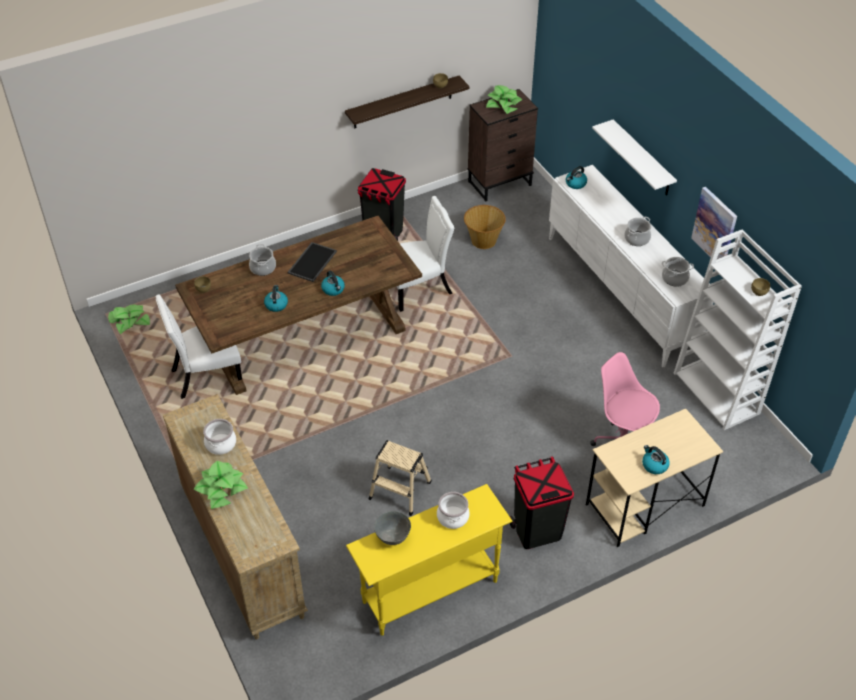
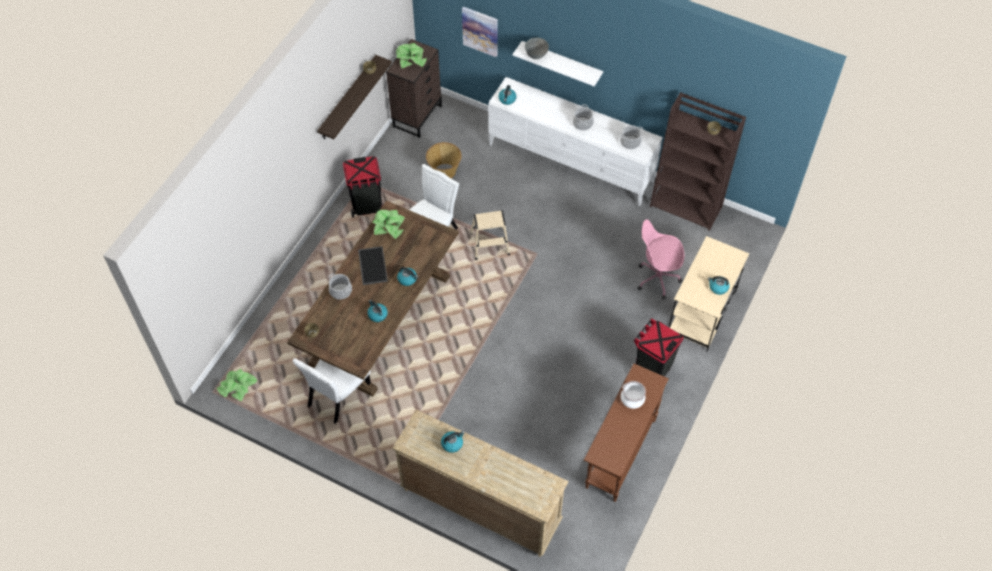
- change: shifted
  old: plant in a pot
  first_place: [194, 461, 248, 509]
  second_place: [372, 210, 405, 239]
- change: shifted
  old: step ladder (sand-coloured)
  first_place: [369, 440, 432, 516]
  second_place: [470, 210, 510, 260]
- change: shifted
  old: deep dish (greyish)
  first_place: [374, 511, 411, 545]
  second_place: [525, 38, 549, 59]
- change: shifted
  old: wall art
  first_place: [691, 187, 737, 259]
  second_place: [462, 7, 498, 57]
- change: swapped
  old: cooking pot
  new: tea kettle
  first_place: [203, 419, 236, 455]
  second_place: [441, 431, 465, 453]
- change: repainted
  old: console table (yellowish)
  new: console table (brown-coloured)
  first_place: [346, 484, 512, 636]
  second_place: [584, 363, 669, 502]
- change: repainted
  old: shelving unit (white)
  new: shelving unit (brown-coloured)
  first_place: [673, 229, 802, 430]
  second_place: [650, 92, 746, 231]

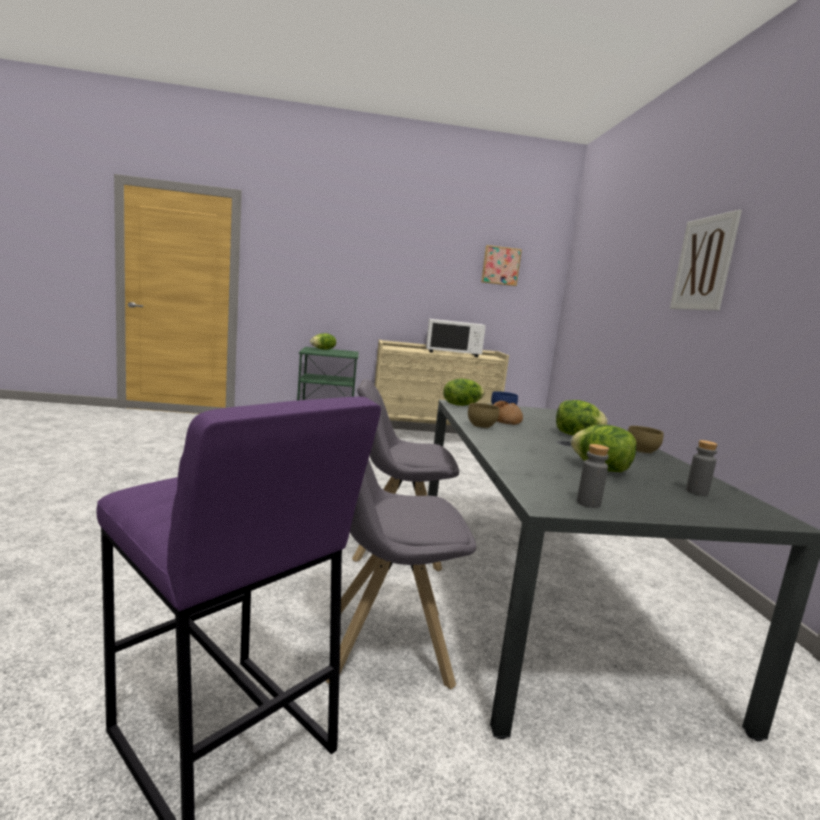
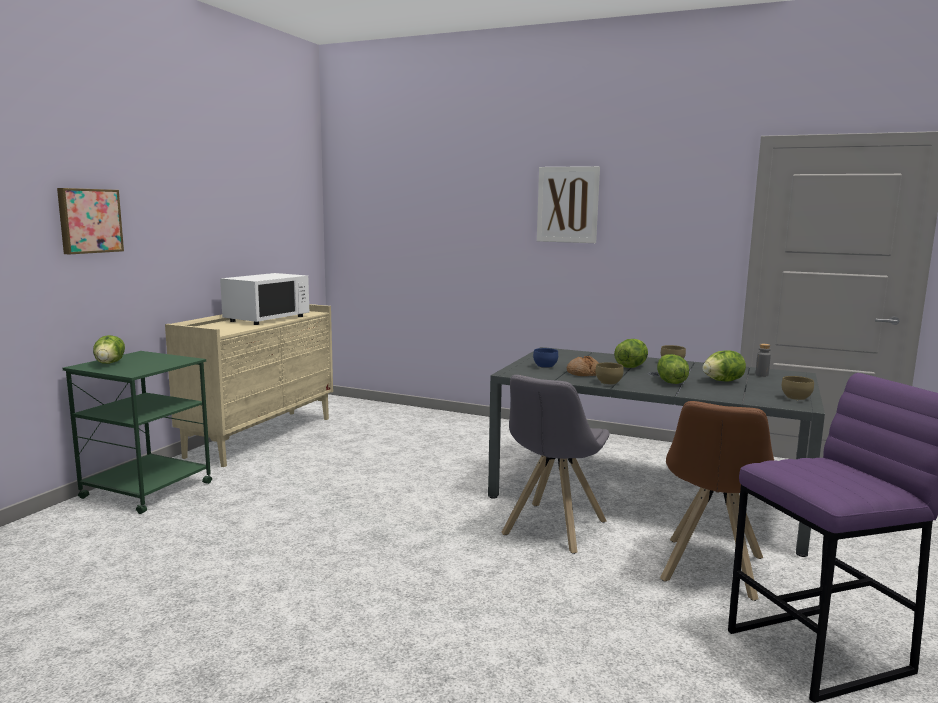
- change: shifted
  old: head of lettuce
  first_place: [443, 379, 485, 406]
  second_place: [657, 354, 689, 384]
- change: shifted
  old: wall art
  first_place: [481, 245, 522, 286]
  second_place: [57, 188, 124, 255]
- change: swapped
  old: bottle (greyish)
  new: deep dish (brown-coloured)
  first_place: [577, 444, 609, 508]
  second_place: [782, 376, 814, 400]
- change: repainted
  old: chair (greyish)
  new: chair (brown-coloured)
  first_place: [326, 459, 476, 690]
  second_place: [660, 401, 774, 601]

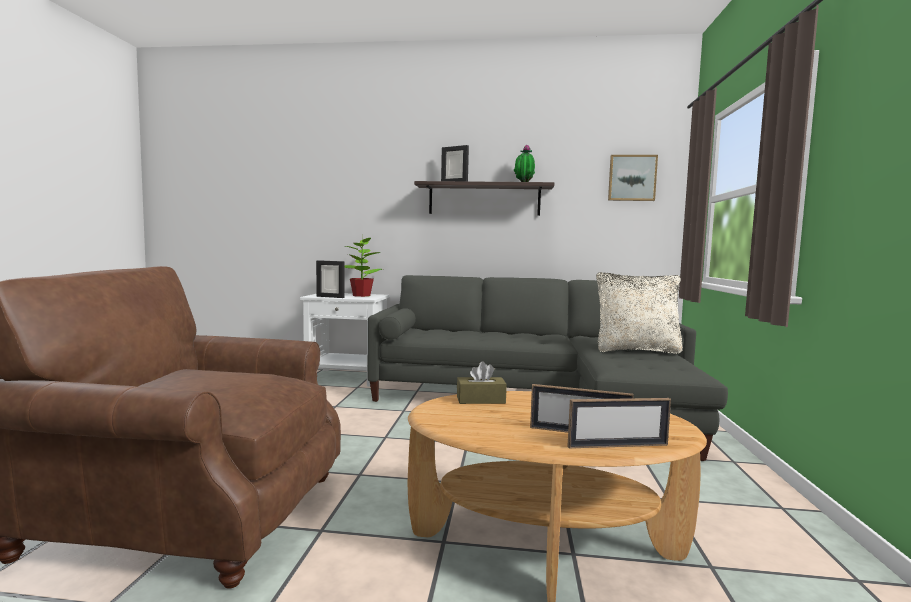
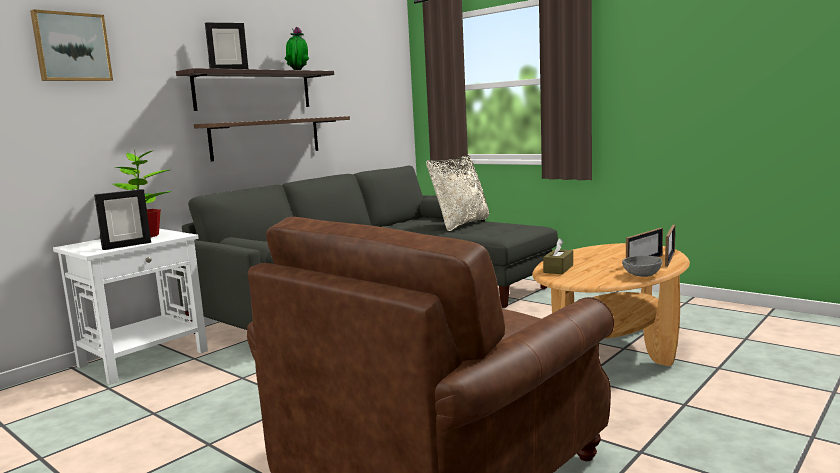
- change: new
  new: bracket shelf
  second_place: [194, 116, 350, 161]
- change: new
  new: deep dish (greyish)
  second_place: [622, 256, 662, 277]
- change: shifted
  old: wall art
  first_place: [608, 155, 658, 201]
  second_place: [30, 9, 113, 81]

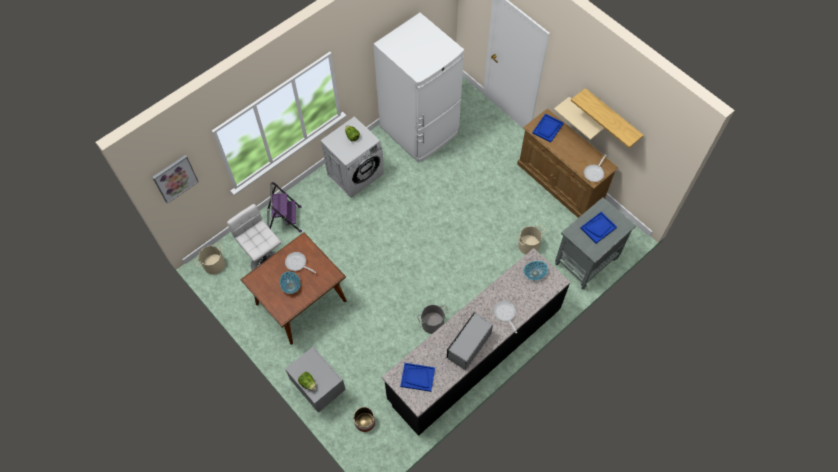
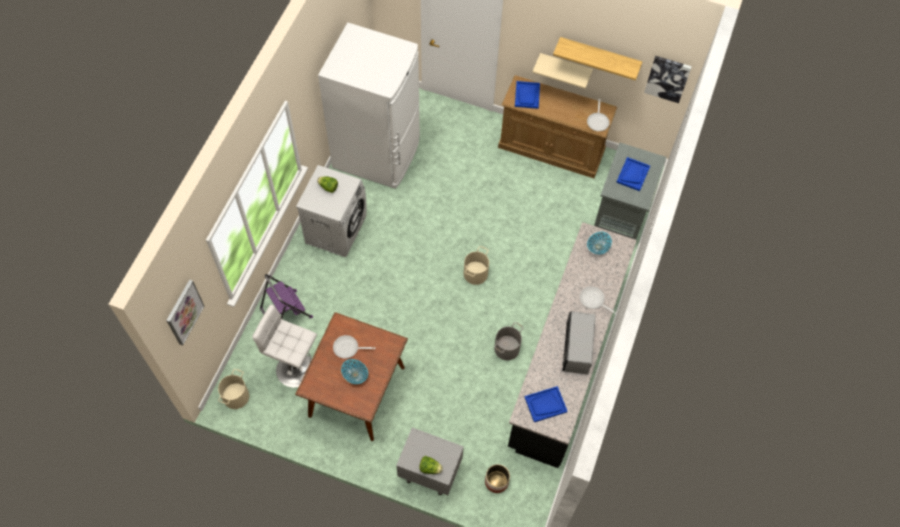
- change: new
  new: wall art
  second_place: [644, 56, 692, 103]
- change: shifted
  old: bucket (sand-coloured)
  first_place: [517, 224, 545, 254]
  second_place: [464, 246, 489, 285]

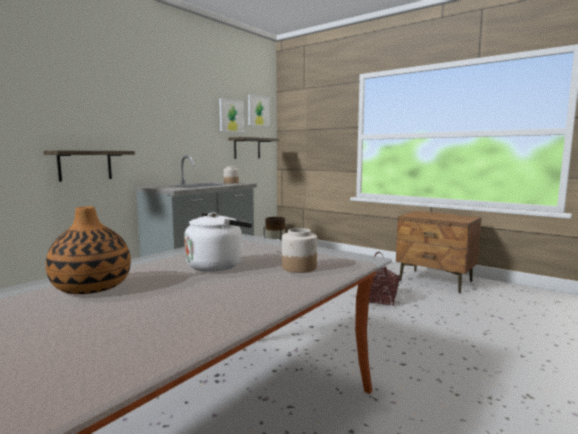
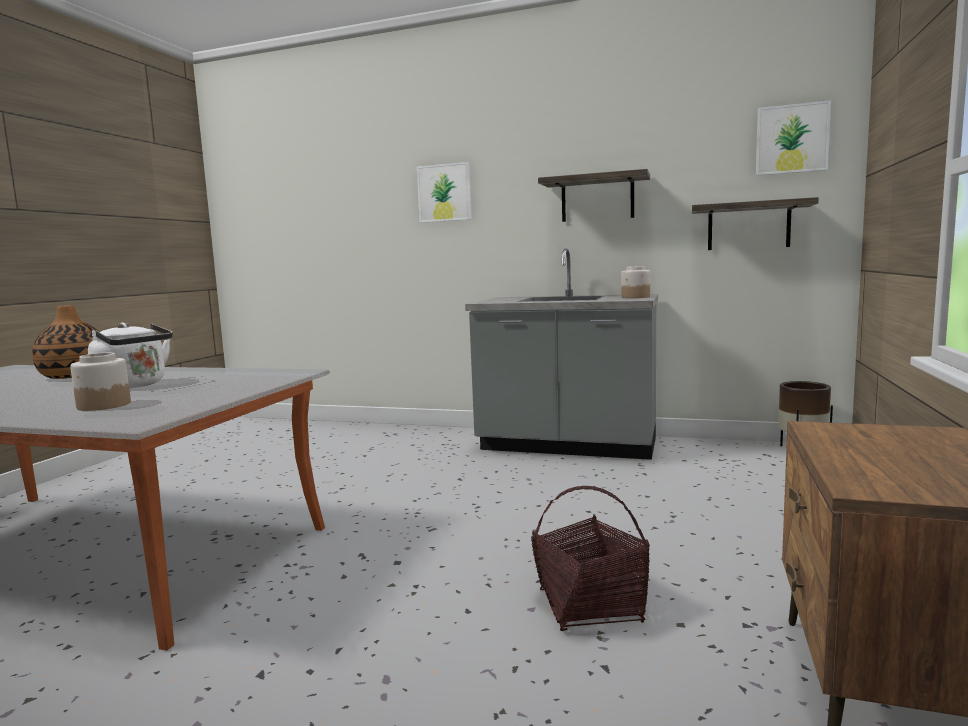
- change: shifted
  old: bracket shelf
  first_place: [44, 150, 135, 182]
  second_place: [538, 169, 650, 222]
- change: shifted
  old: wall art
  first_place: [219, 98, 244, 132]
  second_place: [417, 162, 472, 223]

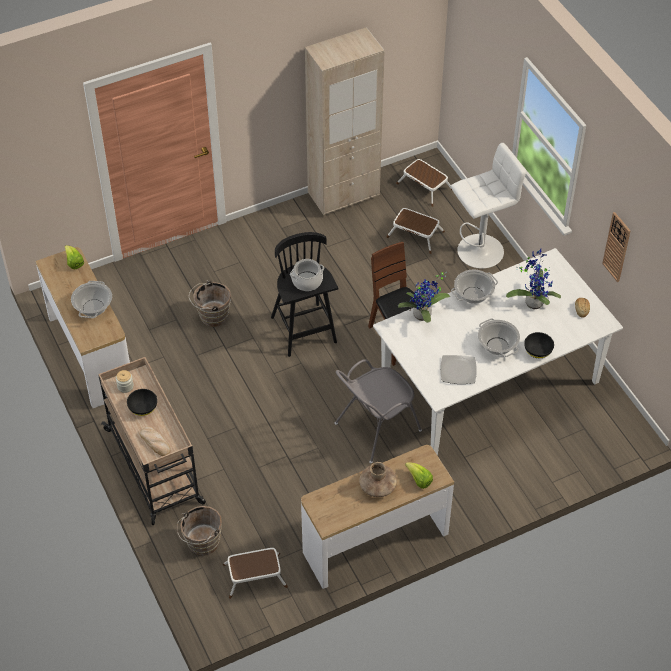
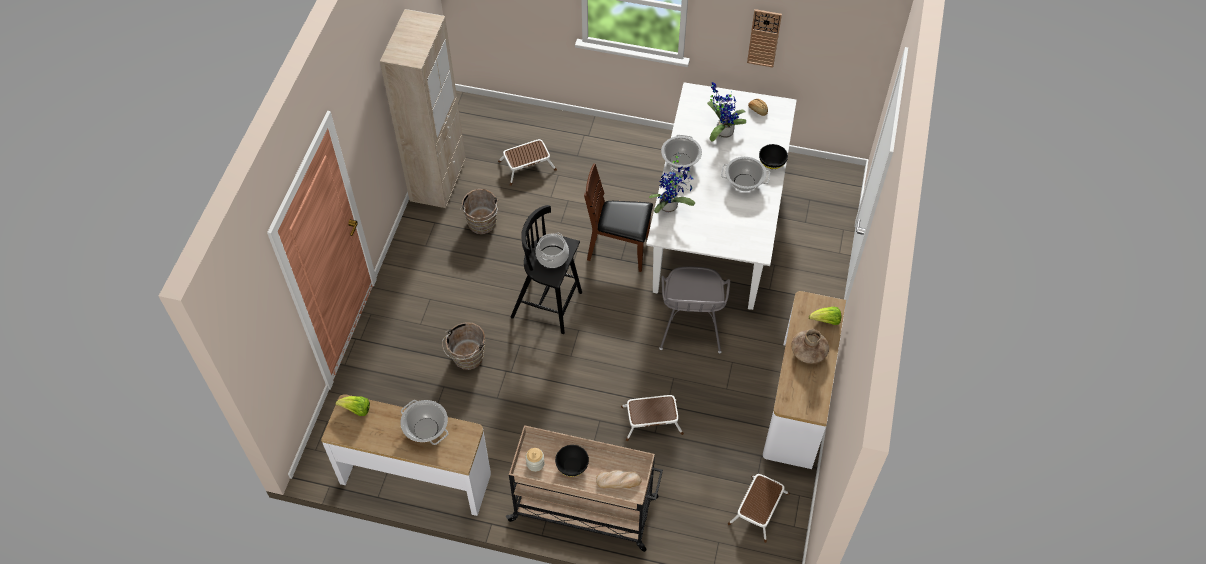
- change: gone
  old: dinner plate
  first_place: [440, 355, 477, 384]
- change: gone
  old: stool (white)
  first_place: [451, 143, 526, 268]
- change: shifted
  old: bucket (brown-coloured)
  first_place: [177, 506, 222, 556]
  second_place: [460, 189, 499, 234]
- change: shifted
  old: step ladder (brown-coloured)
  first_place: [396, 159, 452, 207]
  second_place: [621, 395, 684, 441]

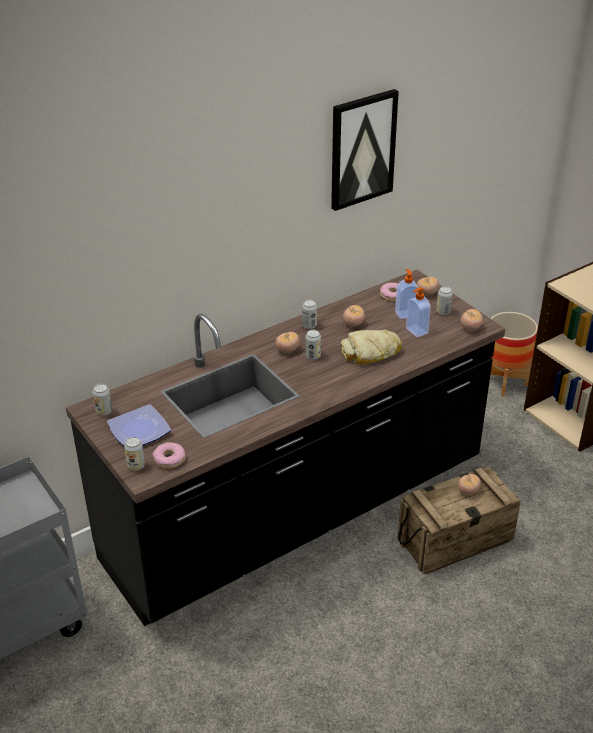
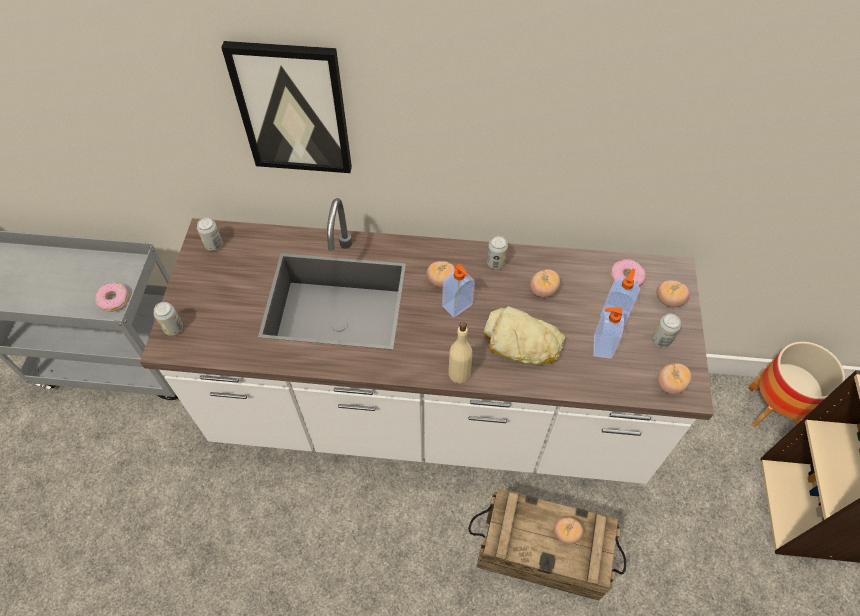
- change: gone
  old: dinner plate
  first_place: [107, 404, 171, 446]
- change: new
  new: bottle (sand-coloured)
  second_place: [449, 322, 472, 383]
- change: shifted
  old: doughnut
  first_place: [152, 442, 185, 469]
  second_place: [95, 282, 129, 312]
- change: shifted
  old: wall art
  first_place: [331, 89, 399, 211]
  second_place: [221, 41, 352, 173]
- change: swapped
  old: can
  new: liquid soap bottle
  first_place: [305, 330, 321, 360]
  second_place: [442, 264, 475, 318]
- change: repainted
  old: kitchen base unit (black)
  new: kitchen base unit (white)
  first_place: [66, 270, 505, 626]
  second_place: [140, 198, 714, 484]

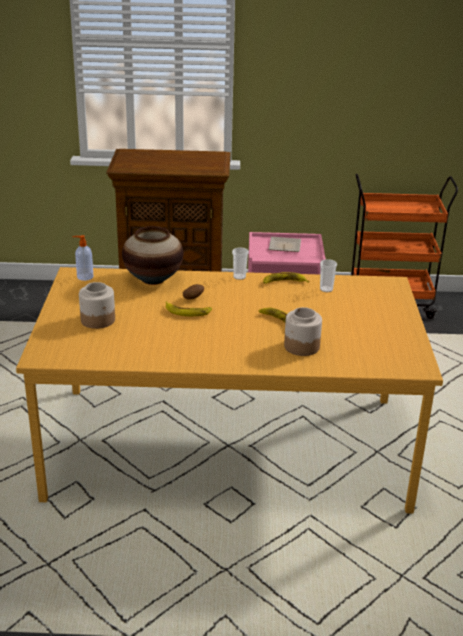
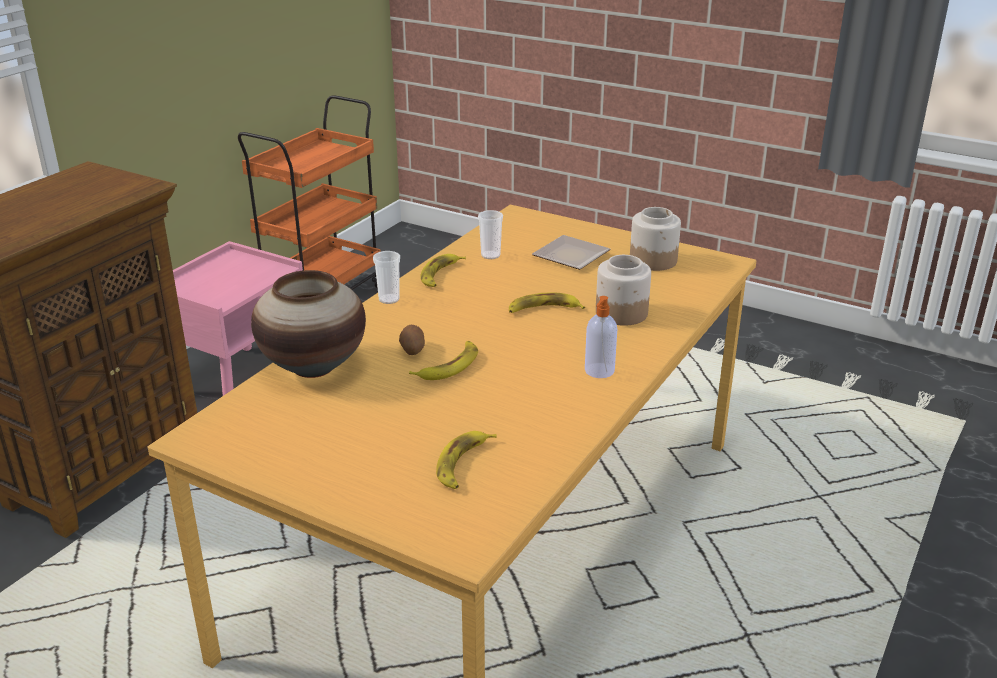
- change: new
  new: banana
  second_place: [436, 431, 497, 489]
- change: shifted
  old: liquid soap bottle
  first_place: [72, 235, 94, 281]
  second_place: [585, 296, 617, 378]
- change: shifted
  old: storage jar
  first_place: [79, 282, 115, 329]
  second_place: [630, 207, 681, 271]
- change: shifted
  old: dinner plate
  first_place: [269, 237, 301, 252]
  second_place: [532, 235, 610, 270]

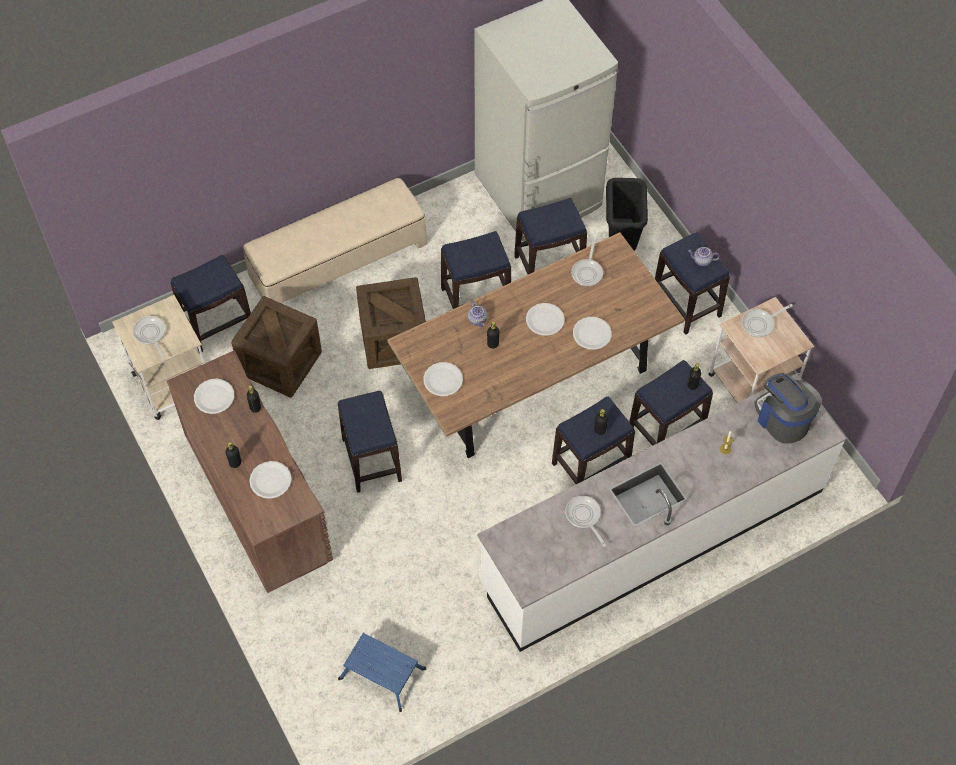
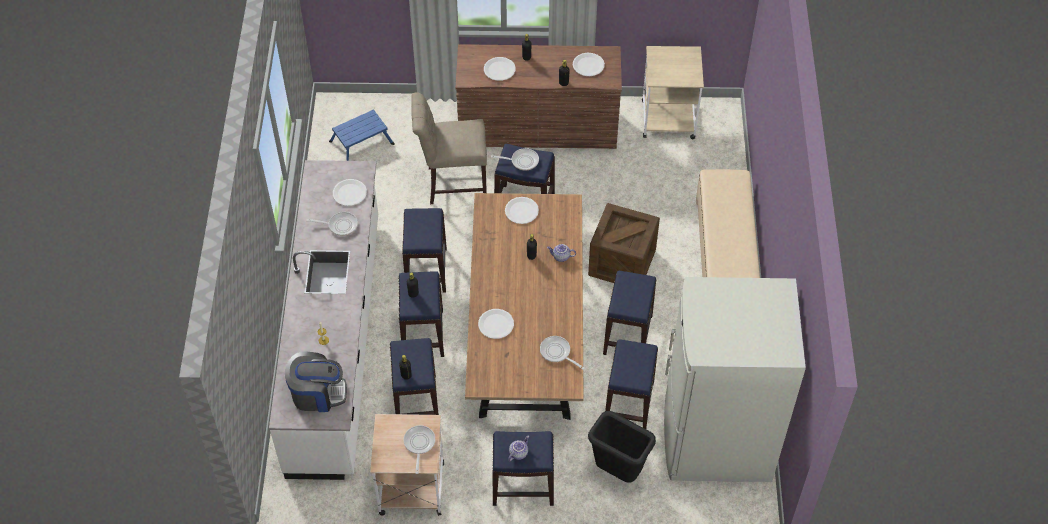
- change: gone
  old: shipping crate
  first_place: [231, 296, 322, 398]
- change: new
  new: chair (sand-coloured)
  second_place: [411, 92, 487, 204]
- change: shifted
  old: pan
  first_place: [133, 316, 166, 360]
  second_place: [491, 148, 539, 171]
- change: shifted
  old: stool
  first_place: [170, 255, 251, 353]
  second_place: [402, 208, 447, 293]
- change: shifted
  old: dinner plate (white)
  first_place: [526, 303, 565, 336]
  second_place: [333, 179, 367, 206]

